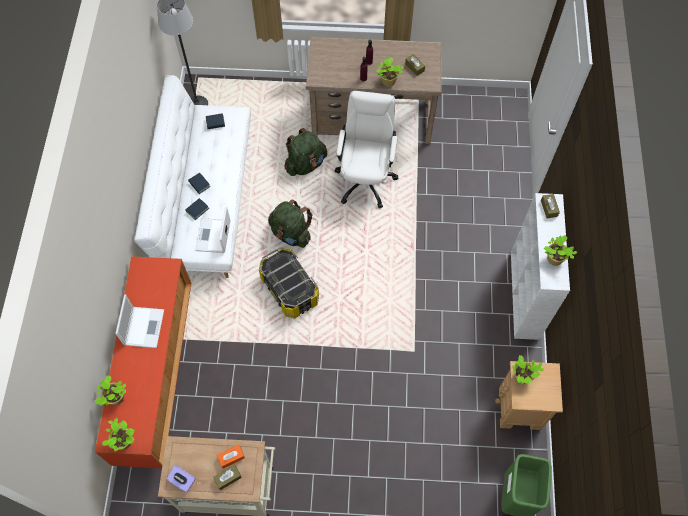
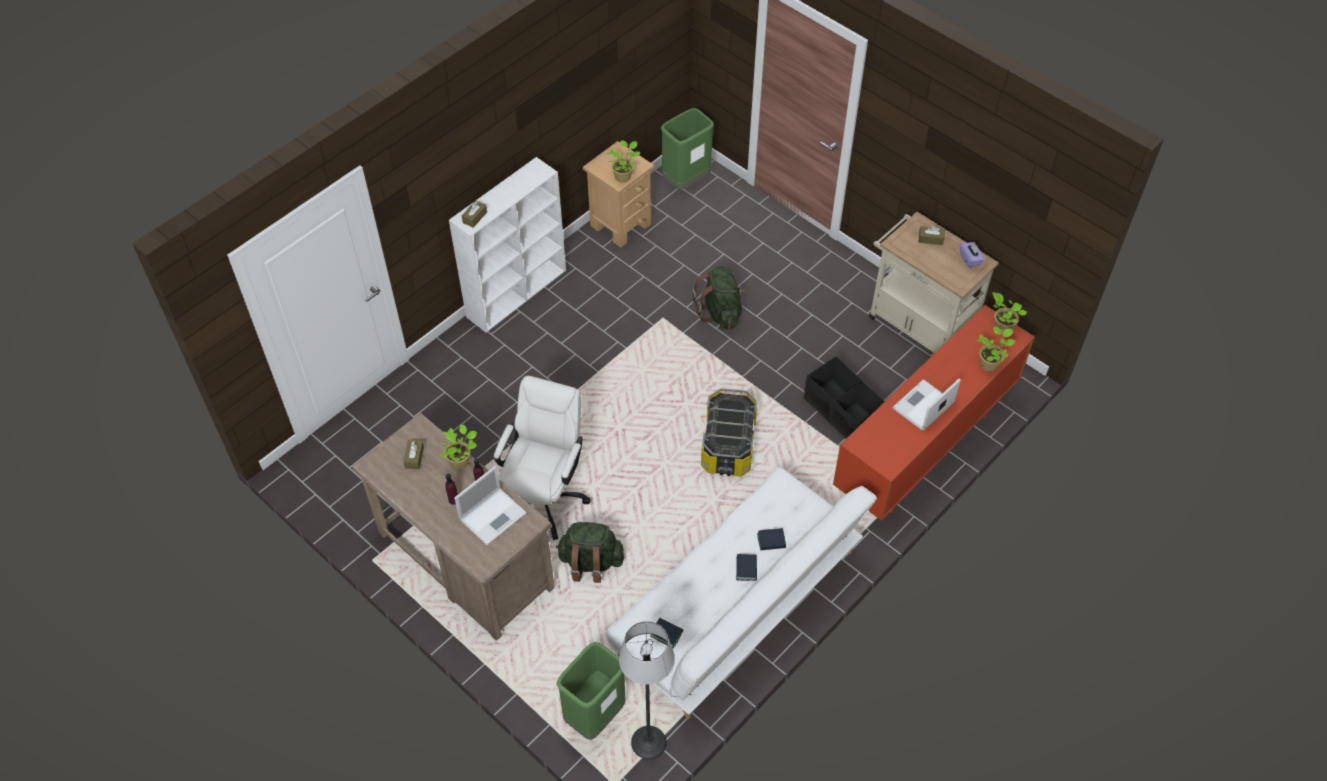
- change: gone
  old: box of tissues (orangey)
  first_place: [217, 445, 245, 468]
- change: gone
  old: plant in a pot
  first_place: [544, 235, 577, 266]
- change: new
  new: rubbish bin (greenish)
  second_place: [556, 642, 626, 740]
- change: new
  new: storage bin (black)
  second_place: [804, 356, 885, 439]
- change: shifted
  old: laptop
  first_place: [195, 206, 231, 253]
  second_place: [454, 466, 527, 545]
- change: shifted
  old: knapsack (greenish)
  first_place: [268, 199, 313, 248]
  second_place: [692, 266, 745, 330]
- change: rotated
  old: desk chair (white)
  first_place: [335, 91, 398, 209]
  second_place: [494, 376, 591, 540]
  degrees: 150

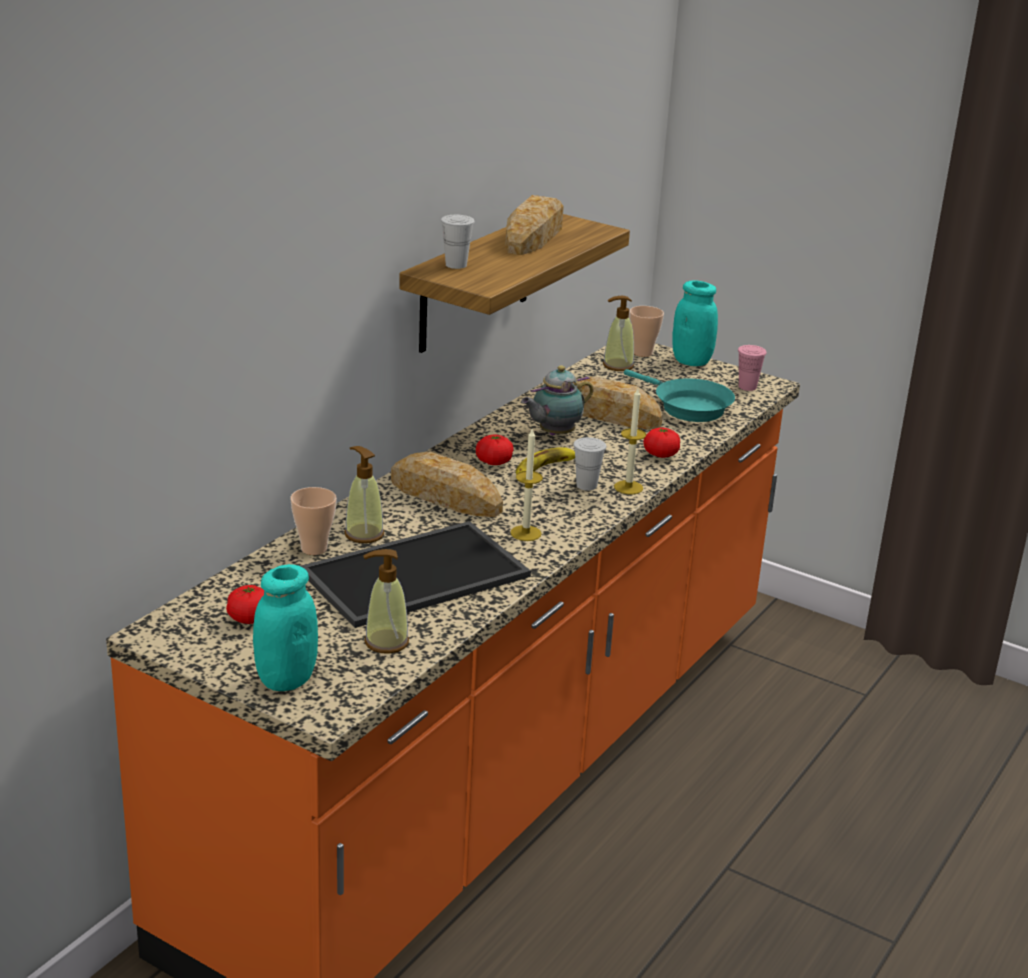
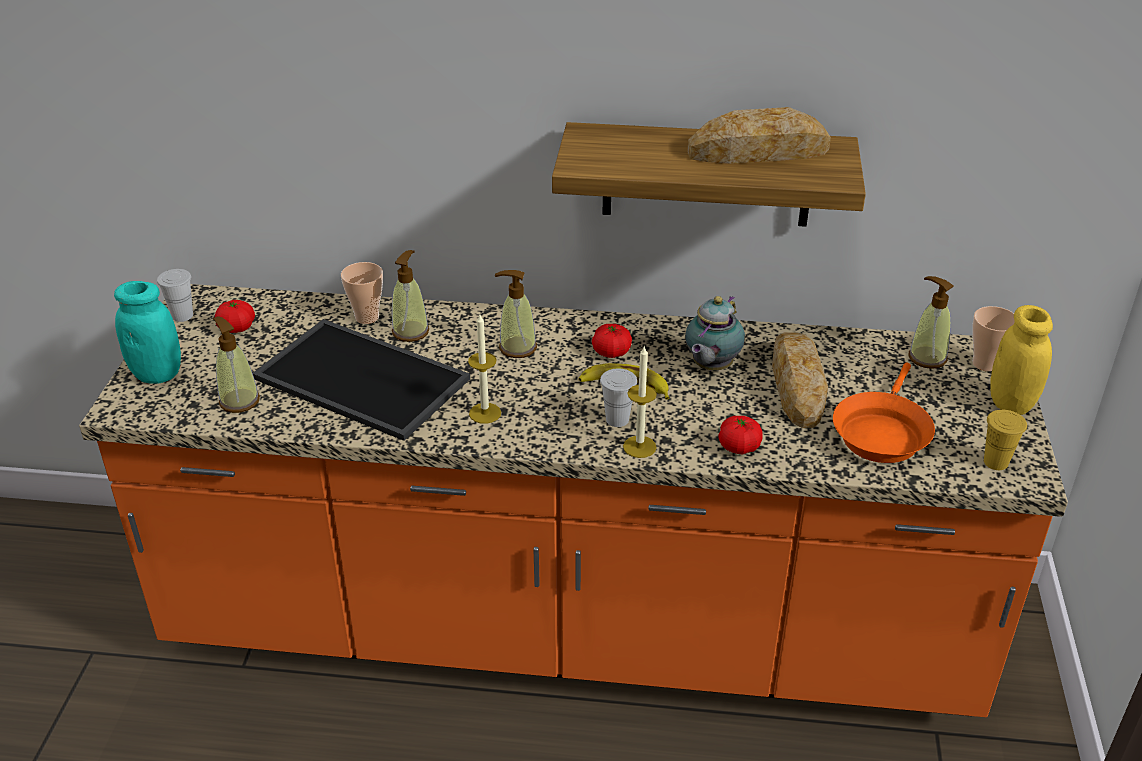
- change: shifted
  old: cup (white)
  first_place: [441, 215, 475, 269]
  second_place: [157, 269, 193, 322]
- change: swapped
  old: baked bread
  new: liquid soap bottle
  first_place: [391, 452, 503, 517]
  second_place: [495, 270, 537, 358]
- change: repainted
  old: pan (turquoise)
  new: pan (orangey)
  first_place: [624, 369, 735, 422]
  second_place: [833, 362, 935, 463]
- change: repainted
  old: storage jar (turquoise)
  new: storage jar (yellowish)
  first_place: [672, 280, 718, 366]
  second_place: [990, 305, 1053, 415]
- change: repainted
  old: cup (pinkish)
  new: cup (yellowish)
  first_place: [738, 345, 767, 391]
  second_place: [984, 410, 1027, 470]
- change: rotated
  old: pot for tea
  first_place: [521, 365, 593, 435]
  second_place: [685, 296, 745, 370]
  degrees: -90

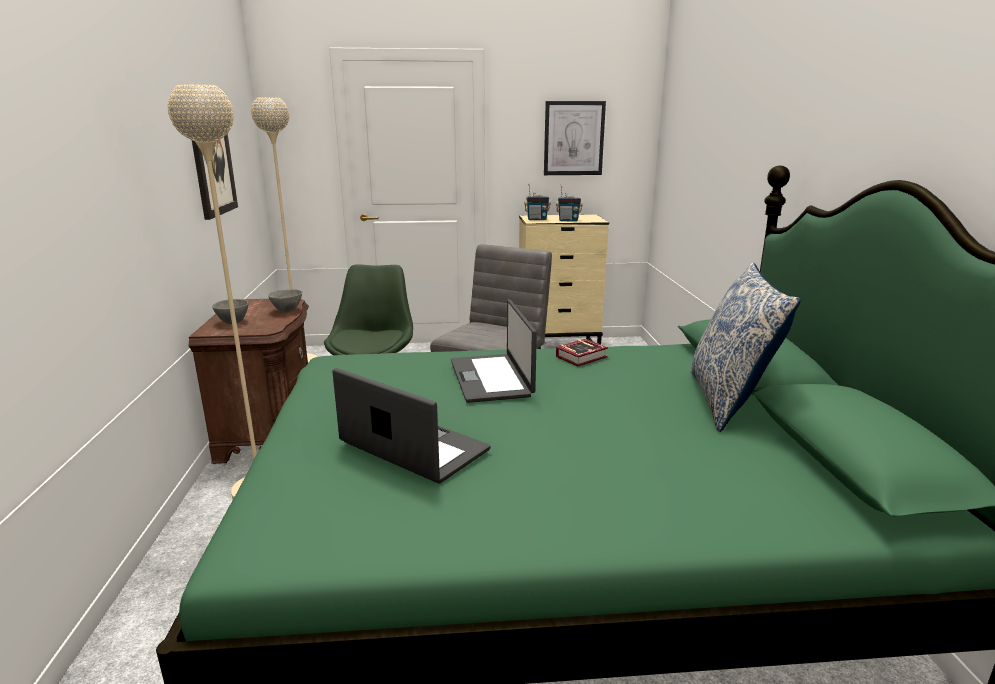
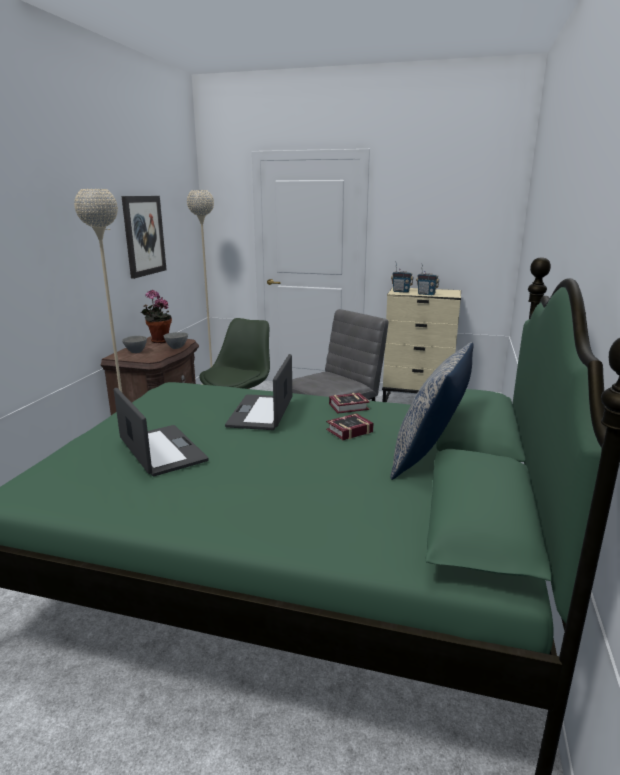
- change: gone
  old: wall art
  first_place: [544, 101, 606, 175]
- change: new
  new: plant in a pot
  second_place: [141, 290, 172, 343]
- change: new
  new: book
  second_place: [326, 414, 374, 440]

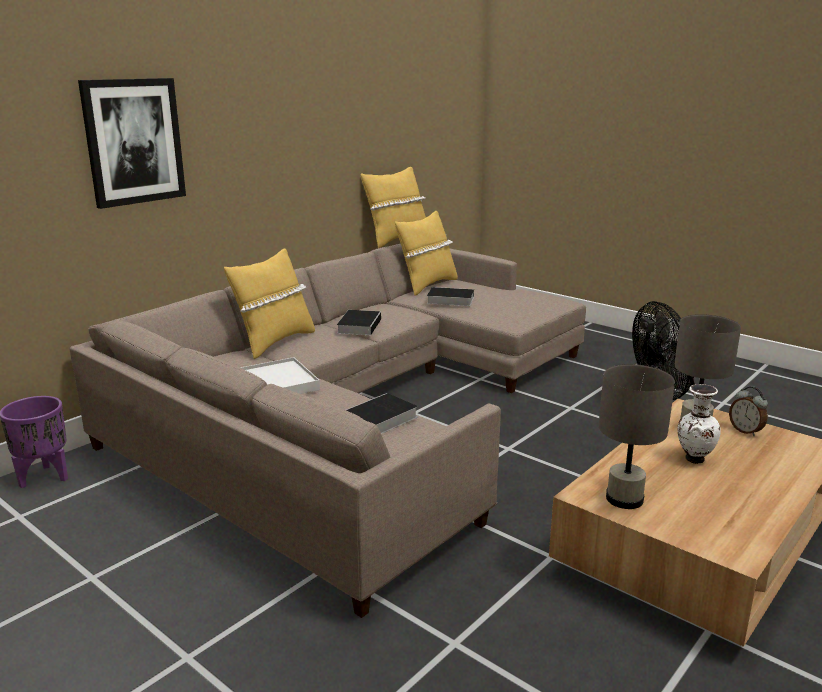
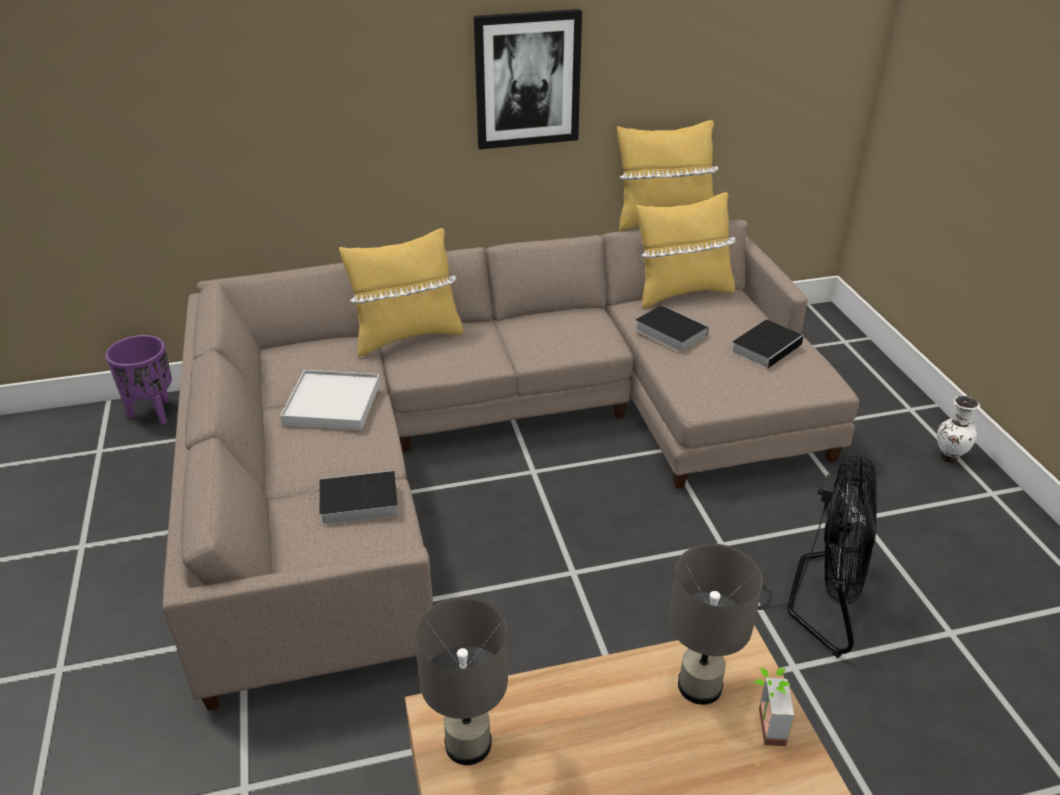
- change: shifted
  old: wall art
  first_place: [78, 78, 186, 209]
  second_place: [474, 9, 582, 149]
- change: shifted
  old: book
  first_place: [337, 310, 381, 335]
  second_place: [731, 320, 805, 369]
- change: shifted
  old: decorative vase (white)
  first_place: [677, 384, 721, 464]
  second_place: [937, 396, 980, 462]
- change: swapped
  old: bedside clock
  new: plant in a pot
  first_place: [729, 386, 768, 436]
  second_place: [753, 668, 794, 746]

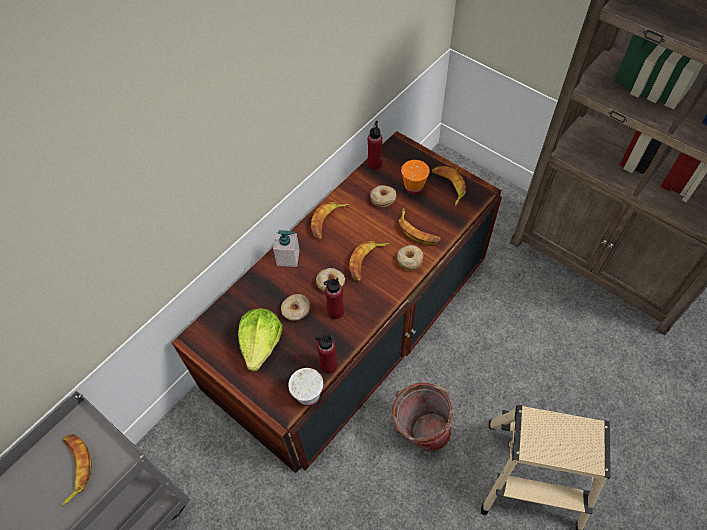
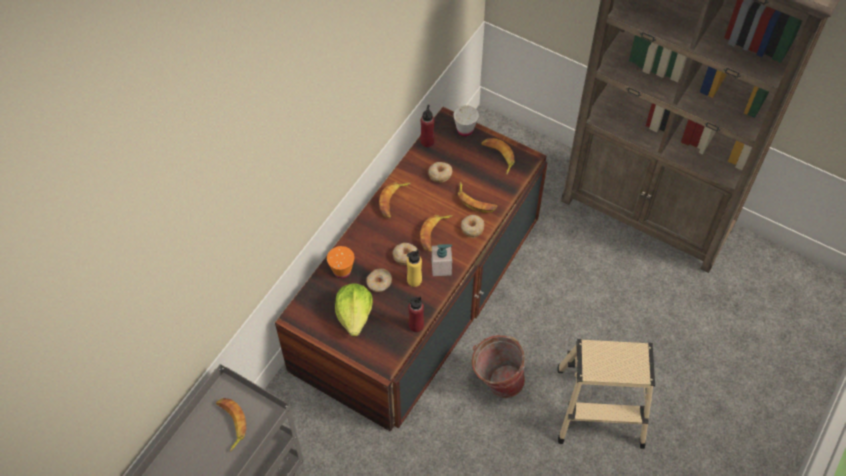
- change: shifted
  old: liquid soap bottle
  first_place: [273, 230, 300, 267]
  second_place: [432, 244, 452, 276]
- change: shifted
  old: cup (white)
  first_place: [288, 368, 323, 406]
  second_place: [453, 105, 479, 136]
- change: shifted
  old: cup (orangey)
  first_place: [401, 160, 430, 194]
  second_place: [327, 246, 355, 279]
- change: repainted
  old: bottle (reddish)
  new: bottle (yellowish)
  first_place: [324, 277, 344, 319]
  second_place: [407, 249, 422, 287]

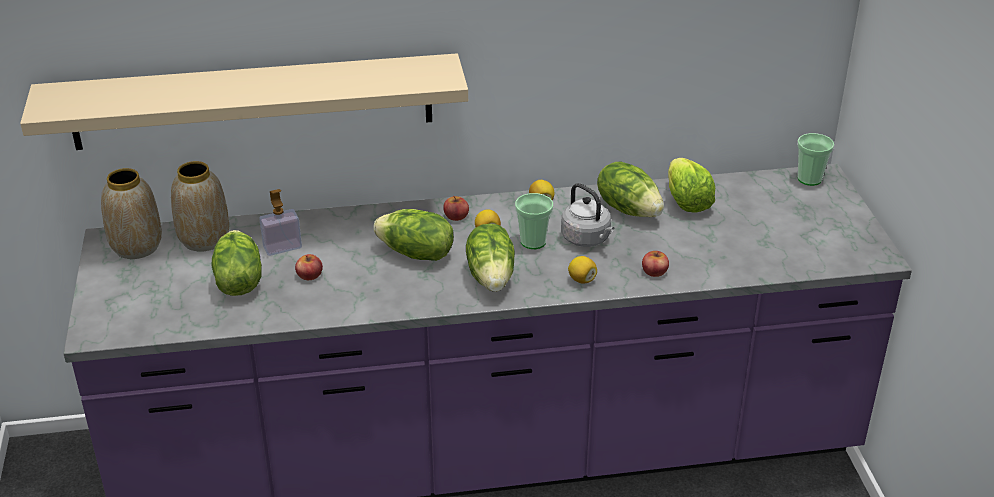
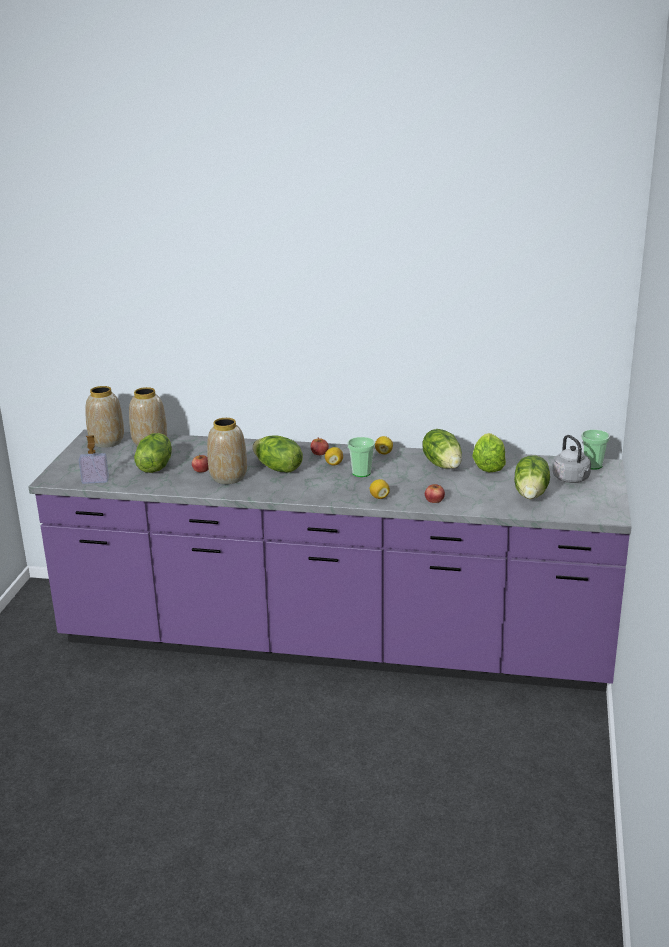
- change: gone
  old: bracket shelf (sand-coloured)
  first_place: [20, 53, 468, 150]
- change: new
  new: decorative vase
  second_place: [207, 418, 247, 484]
- change: shifted
  old: liquid soap bottle
  first_place: [259, 189, 302, 256]
  second_place: [79, 435, 109, 484]
- change: shifted
  old: head of lettuce
  first_place: [466, 224, 515, 292]
  second_place: [514, 455, 550, 499]
- change: shifted
  old: tea kettle (greyish)
  first_place: [561, 183, 614, 247]
  second_place: [553, 435, 591, 483]

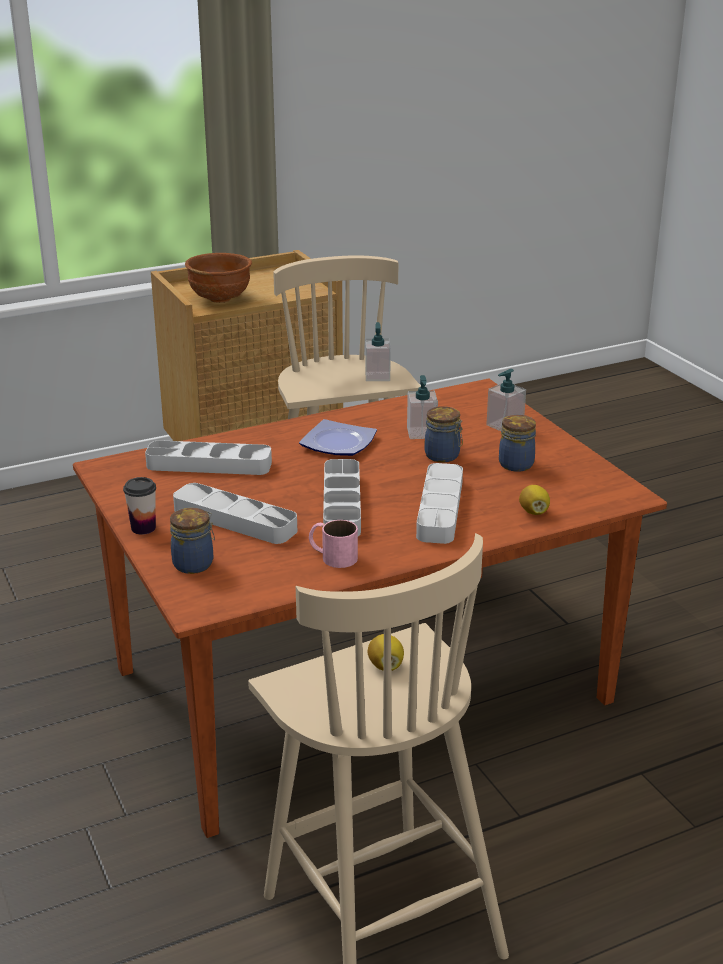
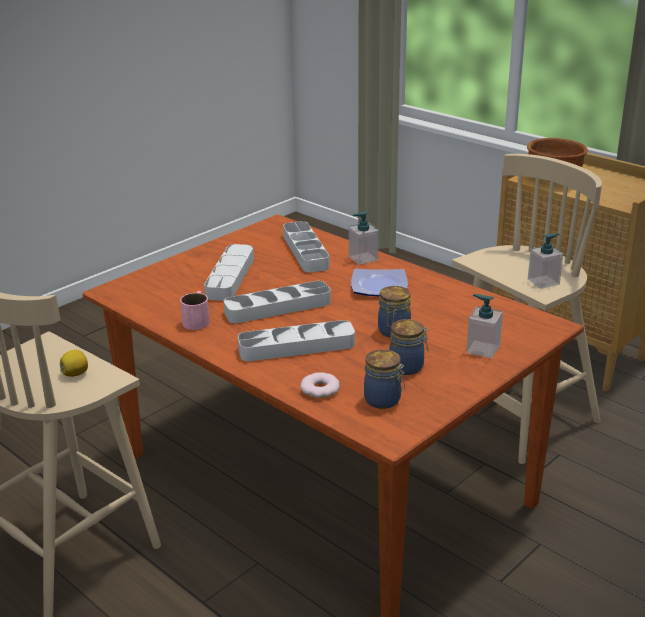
- change: gone
  old: cup
  first_place: [123, 477, 156, 534]
- change: shifted
  old: storage jar
  first_place: [170, 508, 215, 574]
  second_place: [364, 349, 405, 409]
- change: shifted
  old: liquid soap bottle
  first_place: [407, 375, 438, 439]
  second_place: [349, 211, 379, 265]
- change: swapped
  old: whole lemon
  new: doughnut
  first_place: [519, 485, 550, 515]
  second_place: [300, 372, 340, 398]

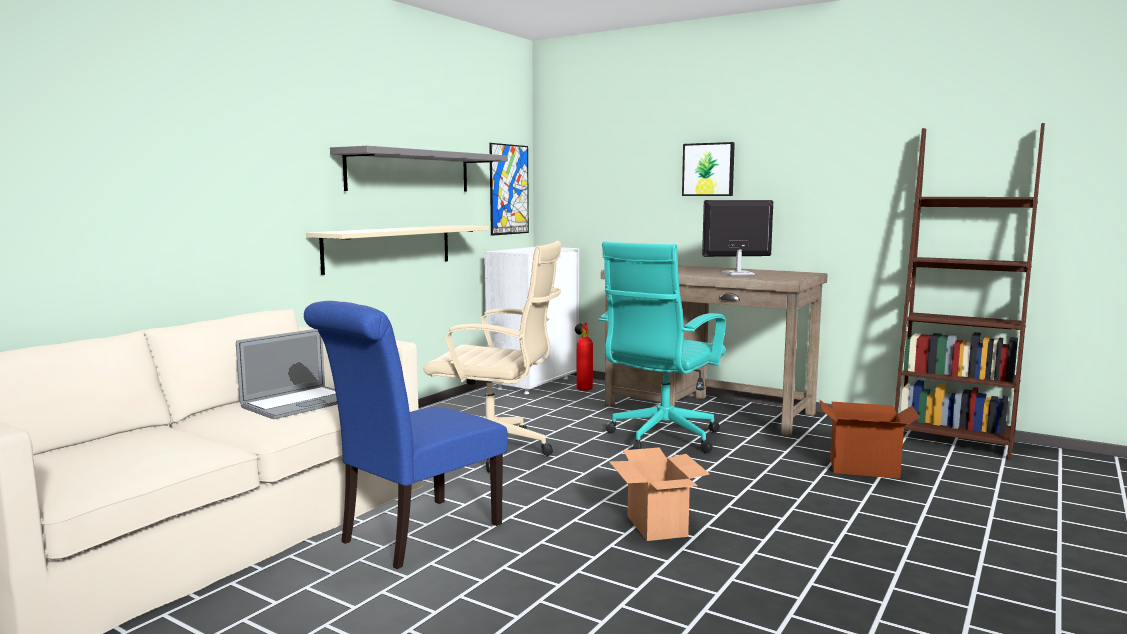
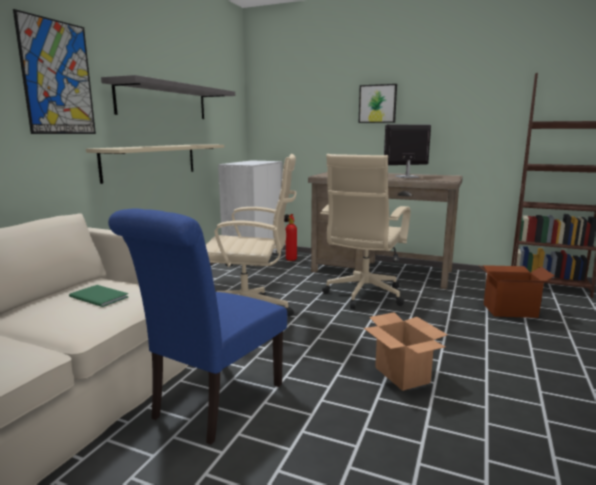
- change: shifted
  old: wall art
  first_place: [489, 143, 529, 236]
  second_place: [13, 9, 96, 134]
- change: swapped
  old: laptop
  new: book (greenish)
  first_place: [236, 329, 338, 419]
  second_place: [69, 285, 129, 307]
- change: repainted
  old: desk chair (turquoise)
  new: desk chair (sand-coloured)
  first_place: [598, 241, 726, 453]
  second_place: [320, 154, 411, 309]

